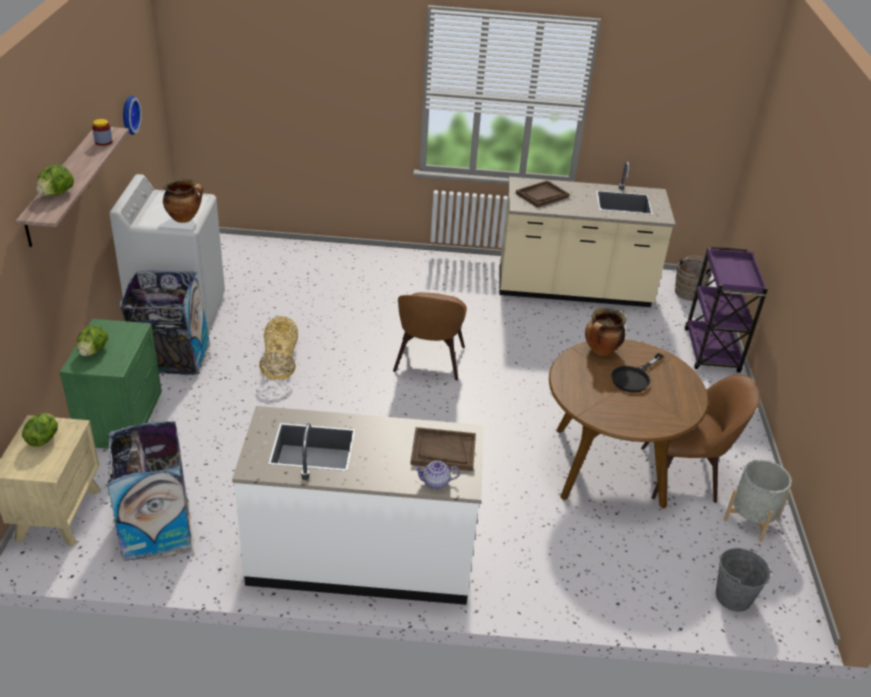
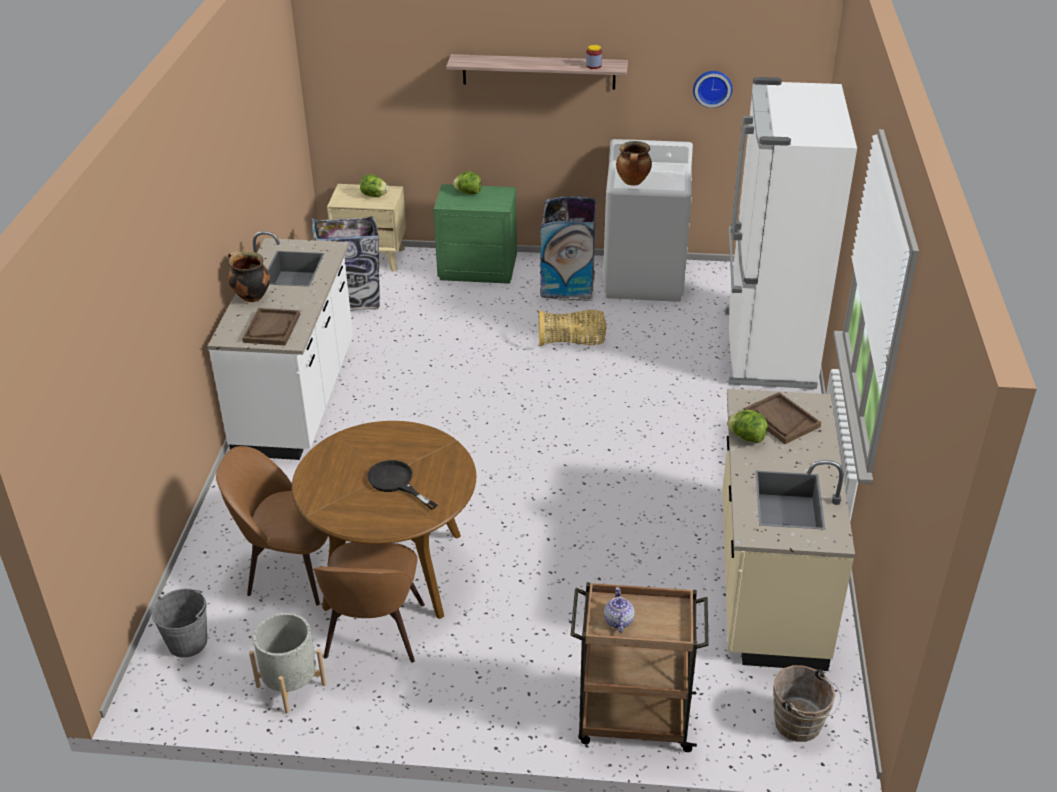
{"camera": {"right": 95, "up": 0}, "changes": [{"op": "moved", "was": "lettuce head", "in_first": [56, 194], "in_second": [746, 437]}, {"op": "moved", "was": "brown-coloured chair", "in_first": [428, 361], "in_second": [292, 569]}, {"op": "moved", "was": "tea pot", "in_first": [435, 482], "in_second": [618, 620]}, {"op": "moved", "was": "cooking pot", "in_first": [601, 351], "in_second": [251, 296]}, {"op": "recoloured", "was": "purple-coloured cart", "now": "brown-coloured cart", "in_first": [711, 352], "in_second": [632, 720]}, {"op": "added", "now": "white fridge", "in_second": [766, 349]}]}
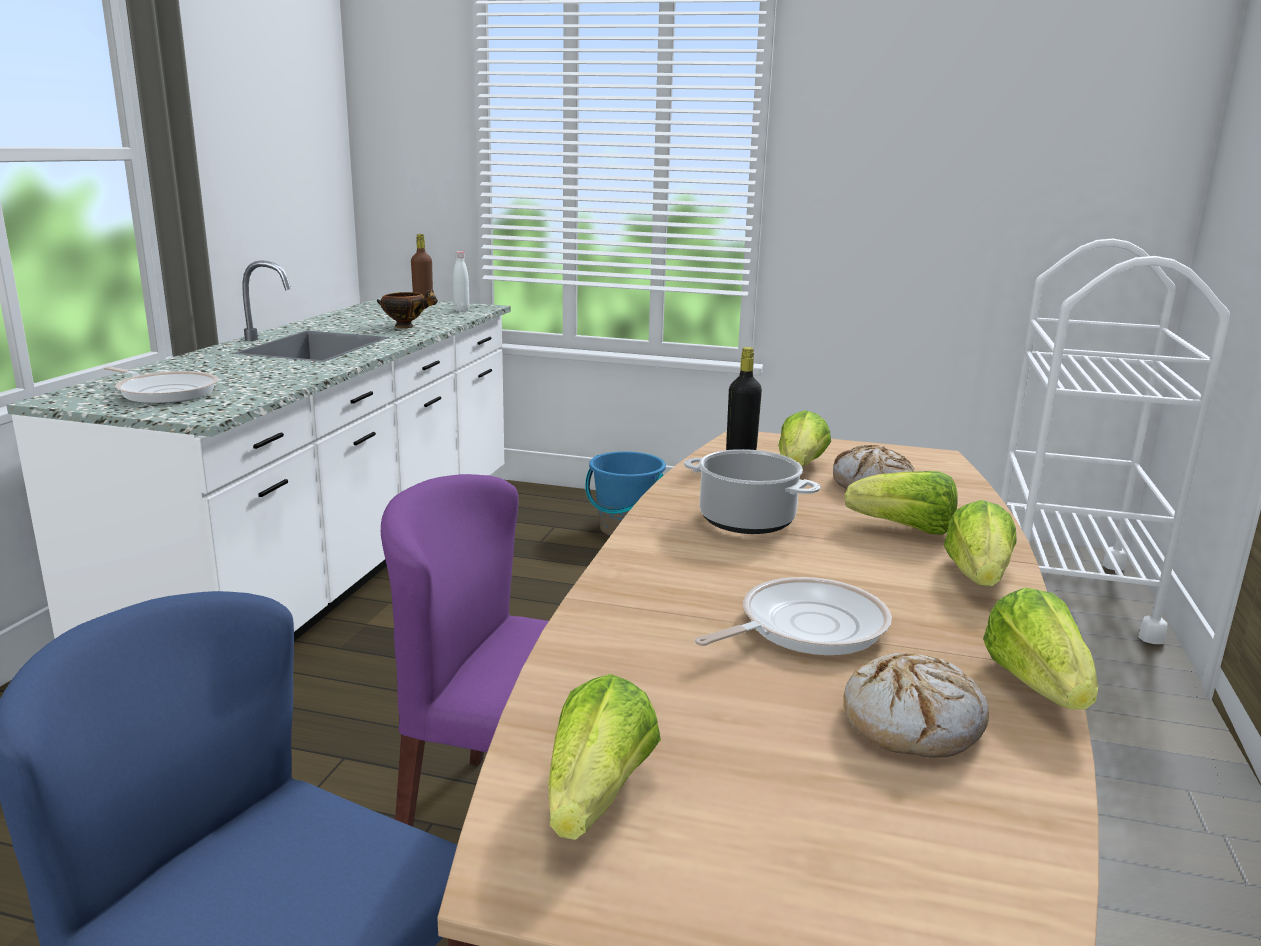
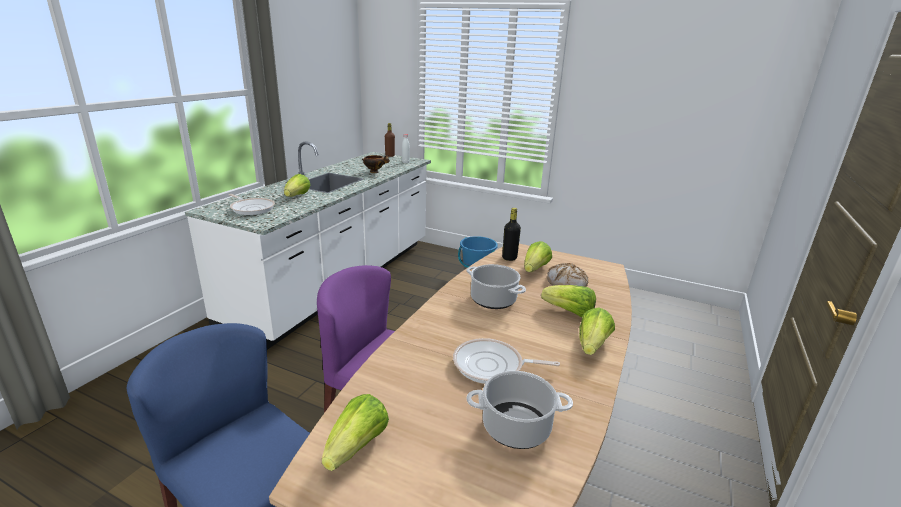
{"camera": {"right": 10, "up": 5}, "changes": [{"op": "turned", "was": "frying pan", "in_first": [805, 627], "in_second": [492, 366], "clockwise": -150}, {"op": "replaced", "was": "bread", "now": "cooking pot", "in_first": [913, 723], "in_second": [517, 427]}, {"op": "moved", "was": "lettuce head", "in_first": [1037, 685], "in_second": [297, 196]}, {"op": "removed", "was": "white cart", "in_first": [1066, 592]}]}
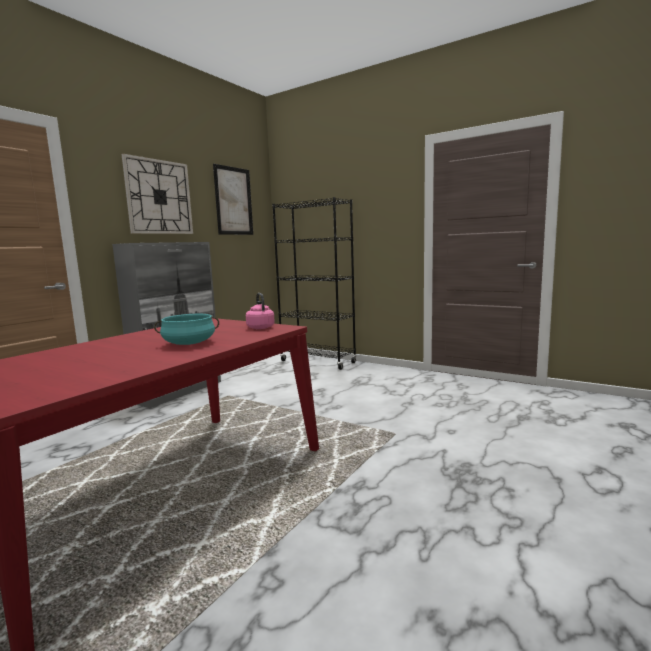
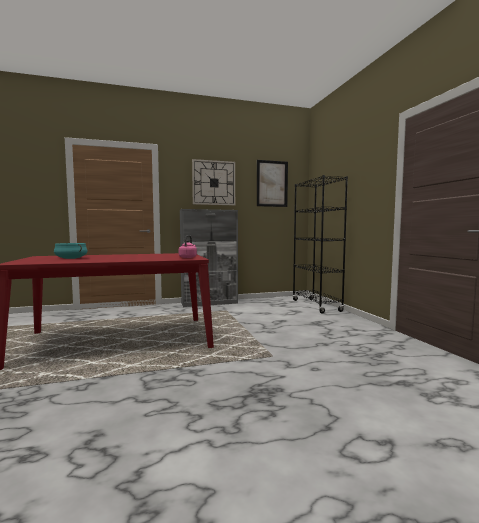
{"camera": {"right": 40, "up": -5}, "changes": [{"op": "moved", "was": "turquoise-coloured cooking pot", "in_first": [189, 343], "in_second": [71, 258]}]}
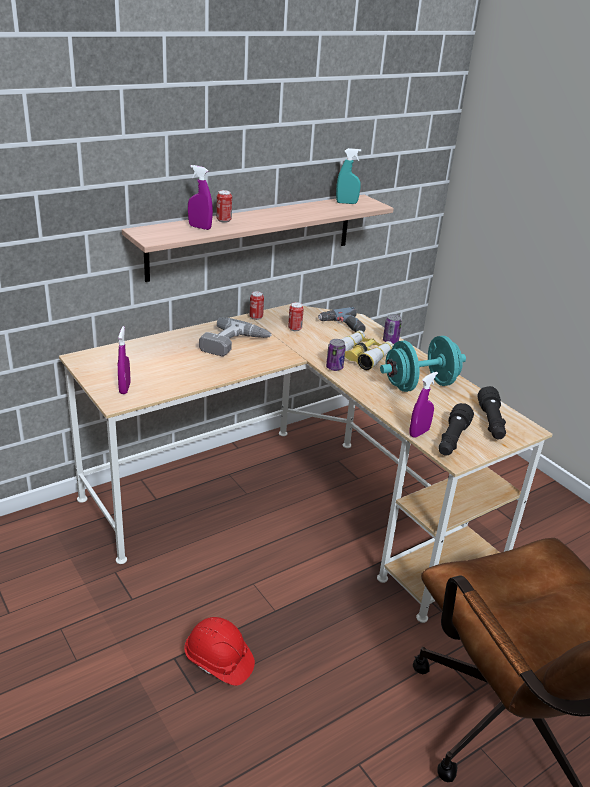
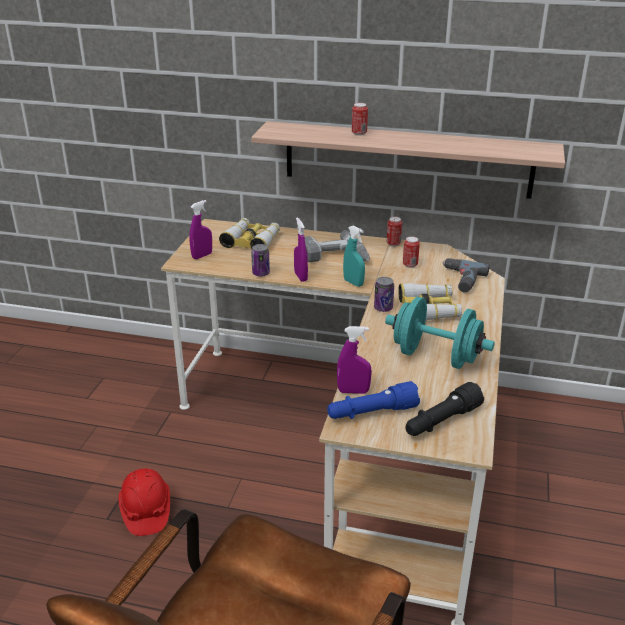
{"camera": {"right": 50, "up": 0}, "changes": [{"op": "moved", "was": "purple-coloured sprayer", "in_first": [200, 227], "in_second": [300, 277]}, {"op": "moved", "was": "turquoise-coloured sprayer", "in_first": [346, 203], "in_second": [353, 283]}, {"op": "moved", "was": "metal can", "in_first": [390, 341], "in_second": [261, 273]}, {"op": "recoloured", "was": "black torch", "now": "blue torch", "in_first": [452, 440], "in_second": [371, 413]}, {"op": "added", "now": "field glasses", "in_second": [251, 241]}]}
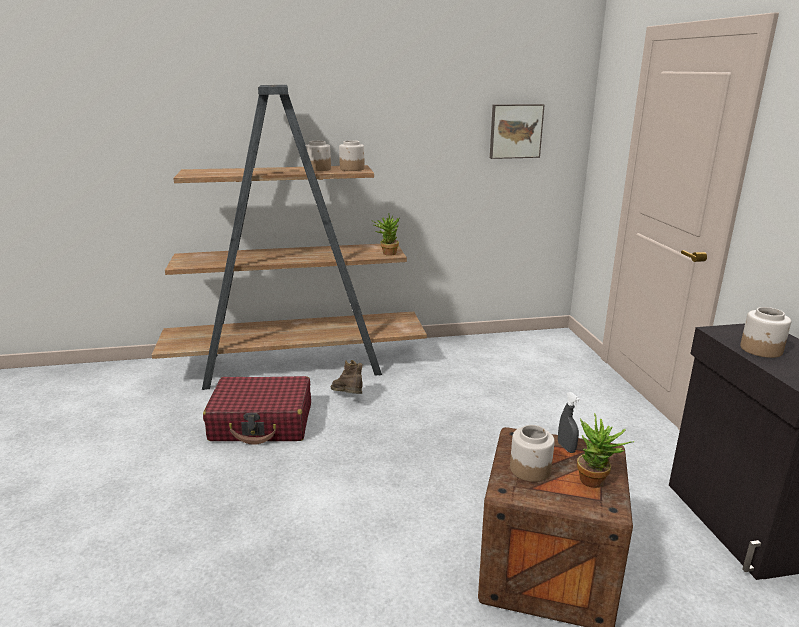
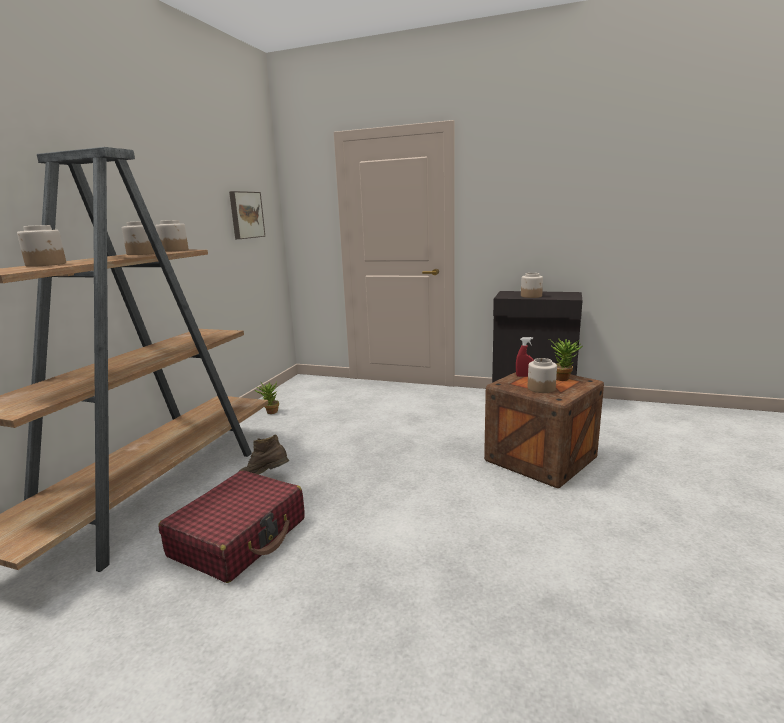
{"camera": {"right": -60, "up": -5}, "changes": [{"op": "moved", "was": "plant in a pot", "in_first": [387, 253], "in_second": [270, 412]}, {"op": "recoloured", "was": "gray sprayer", "now": "red-coloured sprayer", "in_first": [566, 447], "in_second": [524, 376]}, {"op": "added", "now": "storage jar", "in_second": [46, 264]}]}
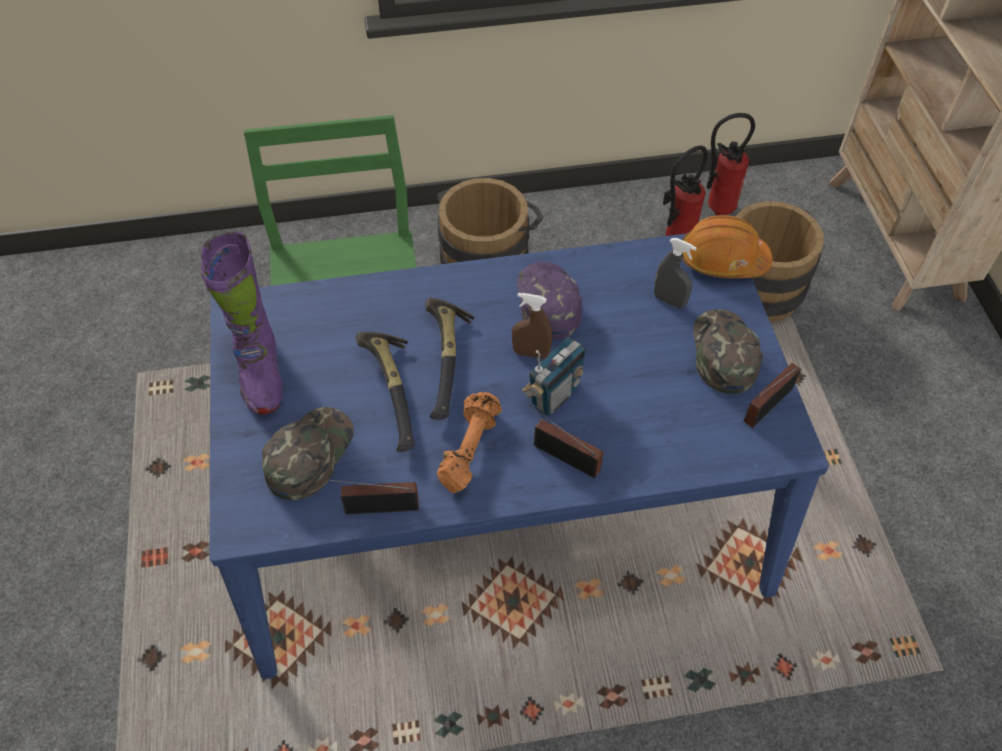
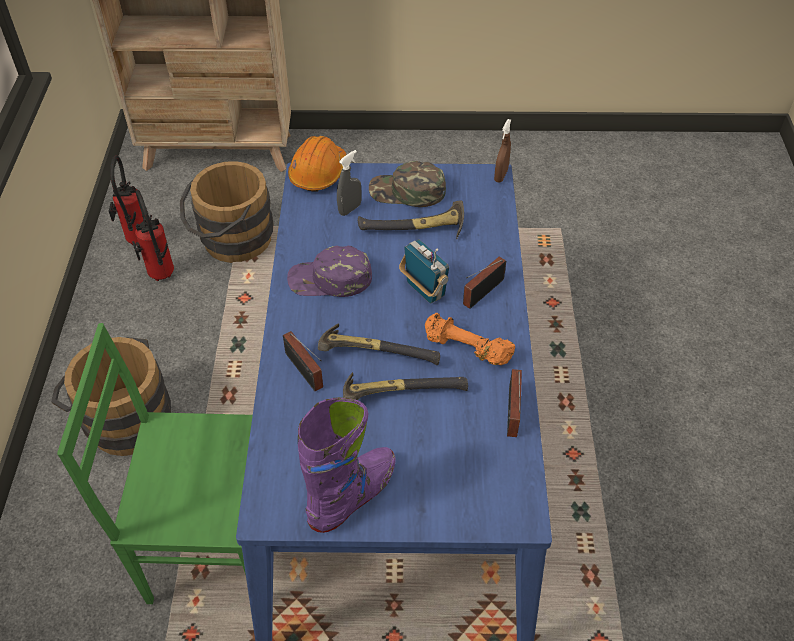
{"camera": {"right": -80, "up": -5}, "changes": [{"op": "turned", "was": "purple-coloured boot", "in_first": [260, 372], "in_second": [353, 495], "clockwise": -45}, {"op": "removed", "was": "green baseball cap", "in_first": [308, 454]}, {"op": "moved", "was": "brown-coloured sprayer", "in_first": [531, 353], "in_second": [501, 175]}, {"op": "moved", "was": "radio set", "in_first": [765, 407], "in_second": [305, 373]}, {"op": "added", "now": "tool hammer", "in_second": [415, 231]}]}
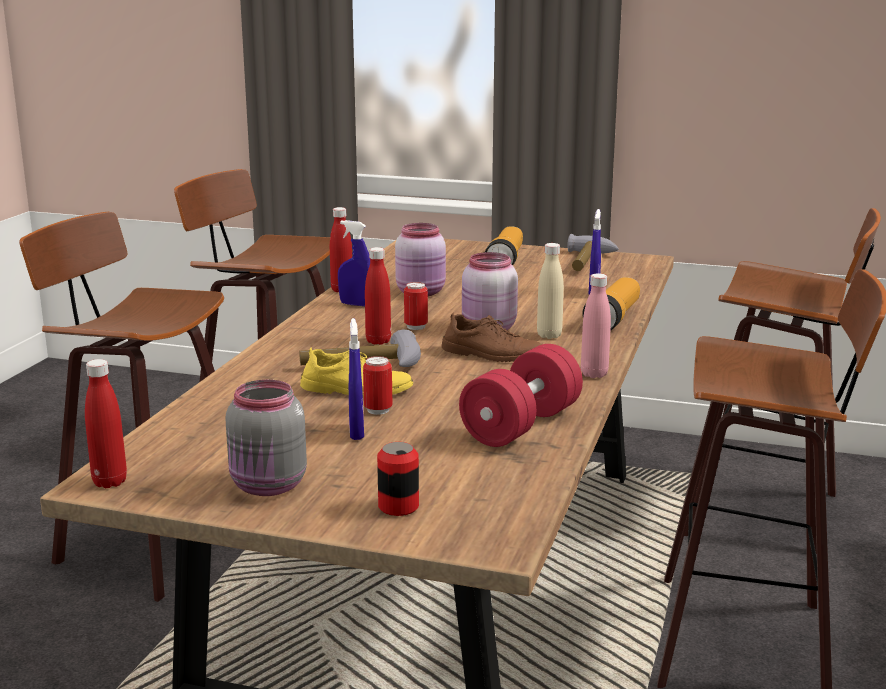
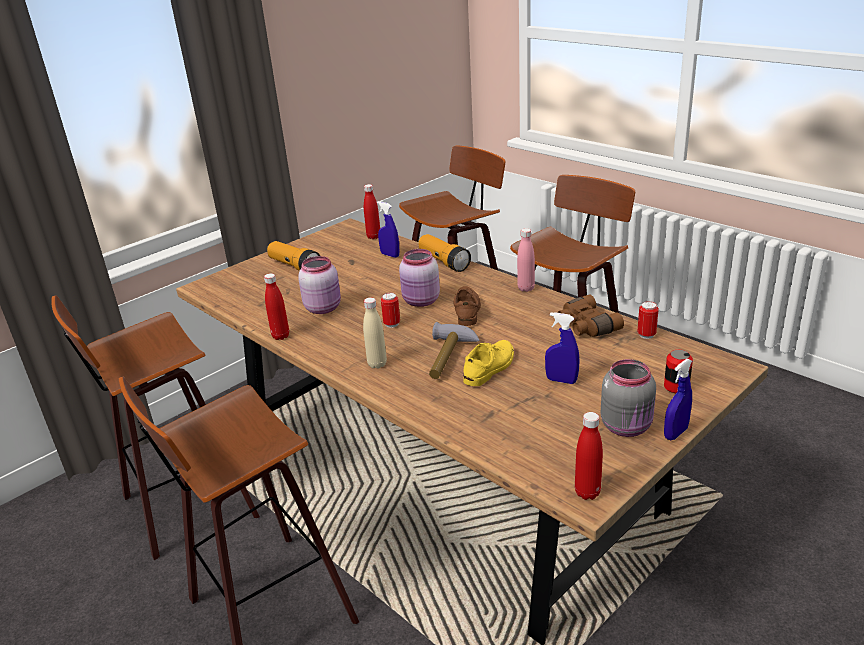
{"camera": {"right": -60, "up": 10}, "changes": [{"op": "moved", "was": "blue sprayer", "in_first": [356, 304], "in_second": [675, 433]}, {"op": "moved", "was": "metal can", "in_first": [378, 410], "in_second": [646, 335]}, {"op": "moved", "was": "red-coloured drink bottle", "in_first": [378, 341], "in_second": [373, 236]}, {"op": "turned", "was": "brown-coloured item of footwear", "in_first": [491, 354], "in_second": [467, 310], "clockwise": -45}, {"op": "replaced", "was": "red-coloured dumbbell", "now": "brown-coloured field glasses", "in_first": [521, 425], "in_second": [585, 326]}, {"op": "moved", "was": "beige-coloured drink bottle", "in_first": [549, 335], "in_second": [377, 364]}, {"op": "removed", "was": "tool hammer", "in_first": [587, 262]}]}
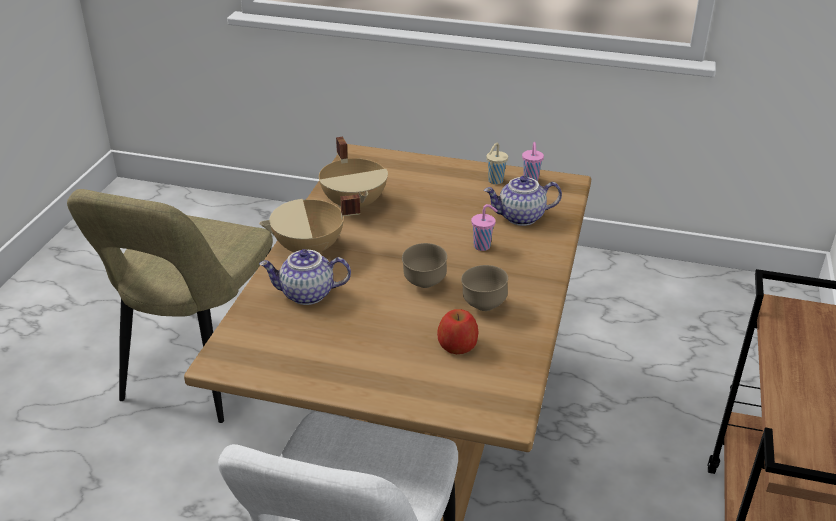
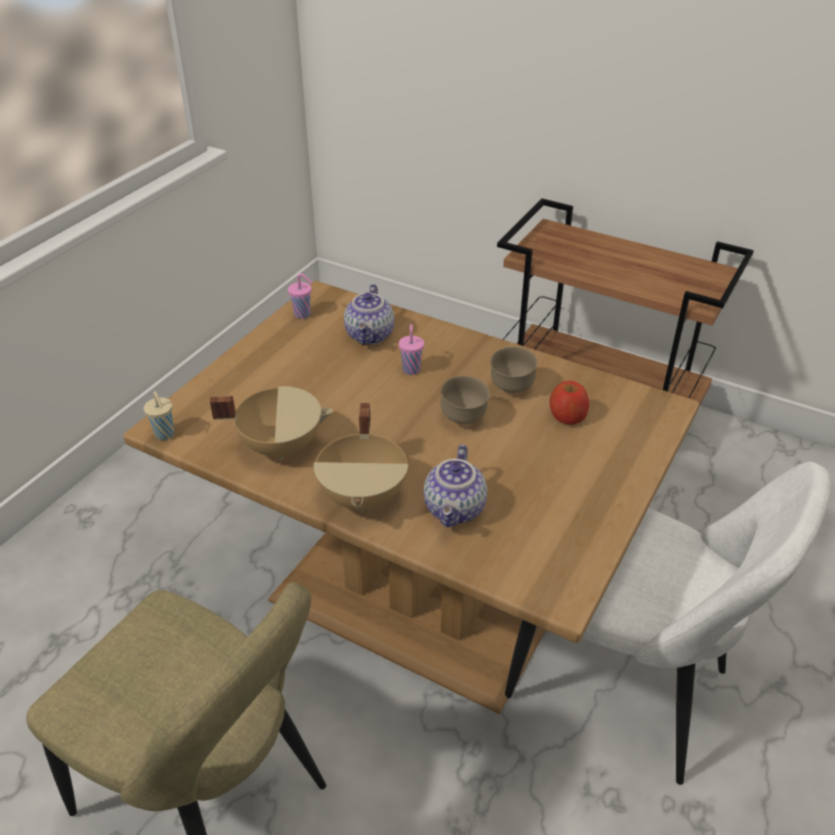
{"camera": {"right": -75, "up": 5}, "changes": [{"op": "moved", "was": "beige-coloured small cup", "in_first": [495, 181], "in_second": [165, 435]}]}
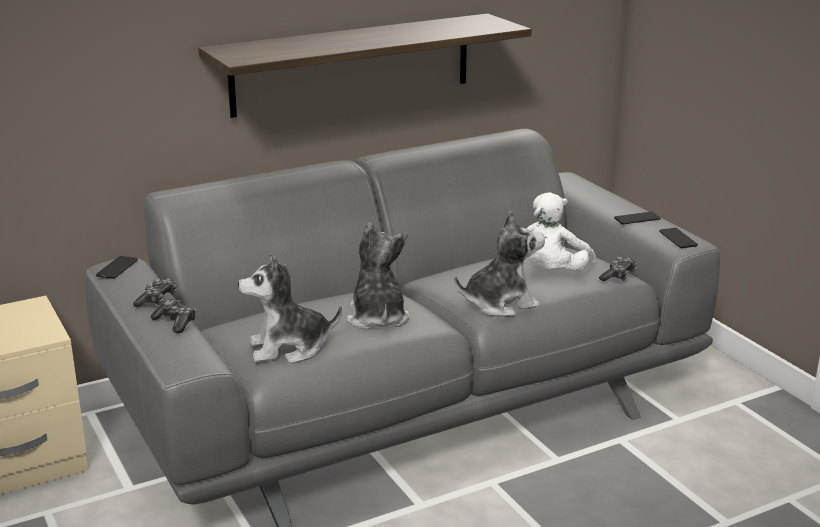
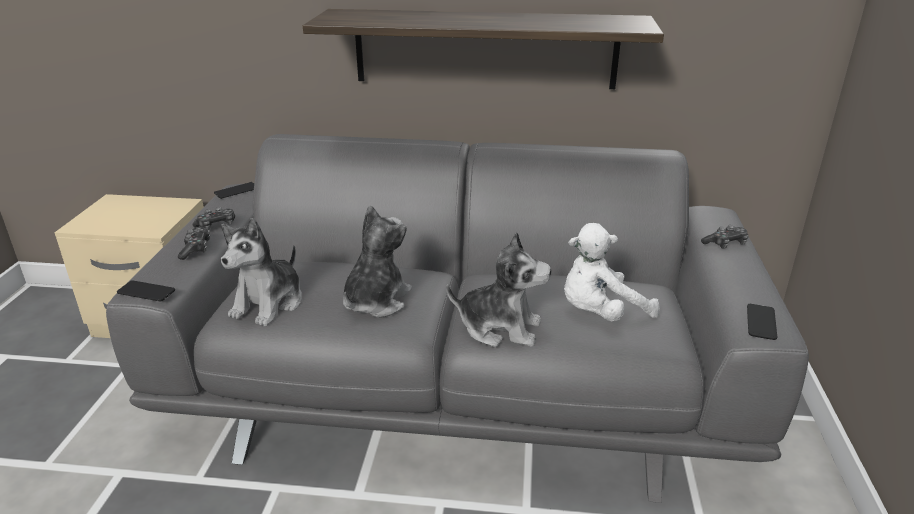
{"camera": {"right": 35, "up": 5}, "changes": [{"op": "turned", "was": "cuddly toy", "in_first": [289, 348], "in_second": [269, 304], "clockwise": -90}, {"op": "moved", "was": "game controller", "in_first": [618, 276], "in_second": [725, 244]}, {"op": "moved", "was": "handset", "in_first": [637, 219], "in_second": [146, 292]}]}
